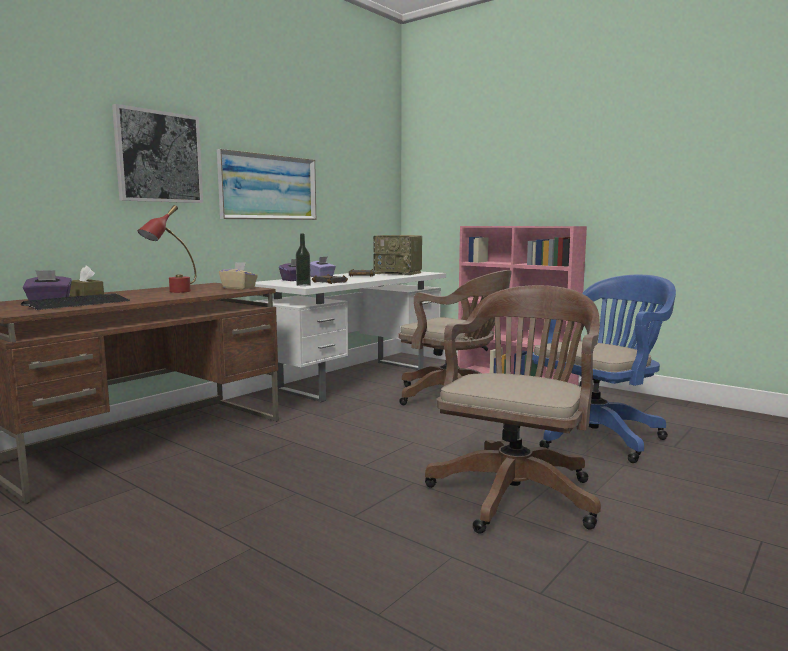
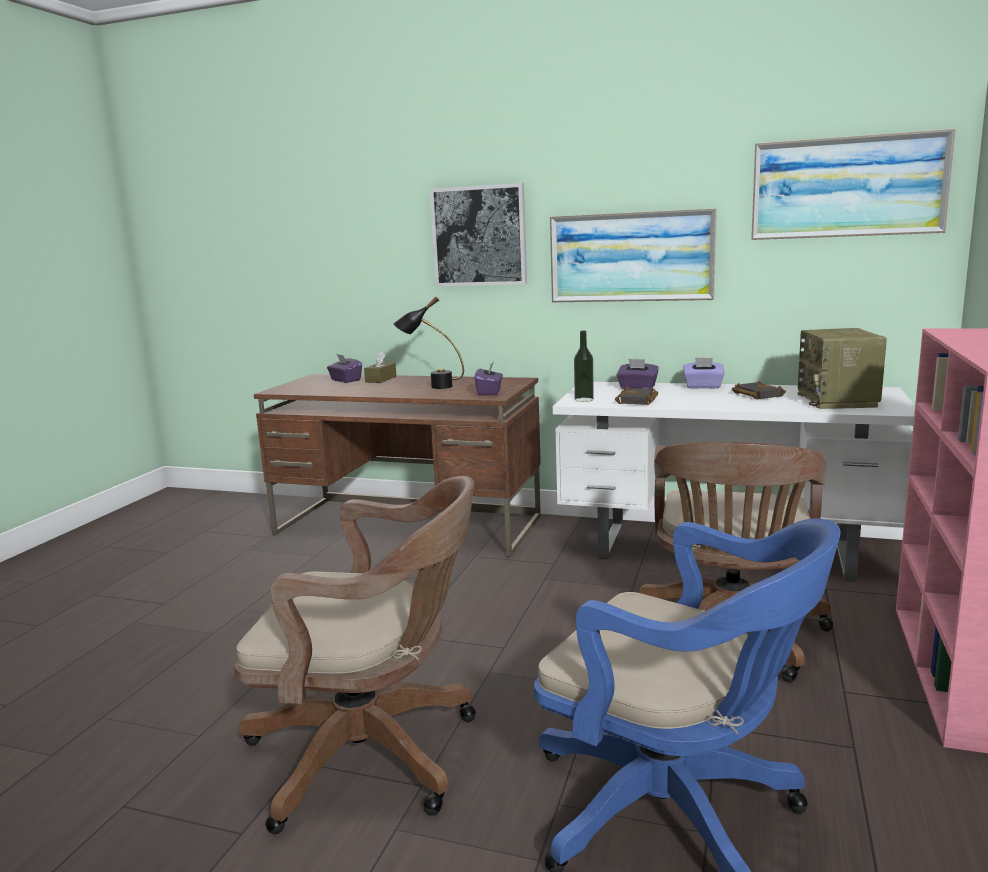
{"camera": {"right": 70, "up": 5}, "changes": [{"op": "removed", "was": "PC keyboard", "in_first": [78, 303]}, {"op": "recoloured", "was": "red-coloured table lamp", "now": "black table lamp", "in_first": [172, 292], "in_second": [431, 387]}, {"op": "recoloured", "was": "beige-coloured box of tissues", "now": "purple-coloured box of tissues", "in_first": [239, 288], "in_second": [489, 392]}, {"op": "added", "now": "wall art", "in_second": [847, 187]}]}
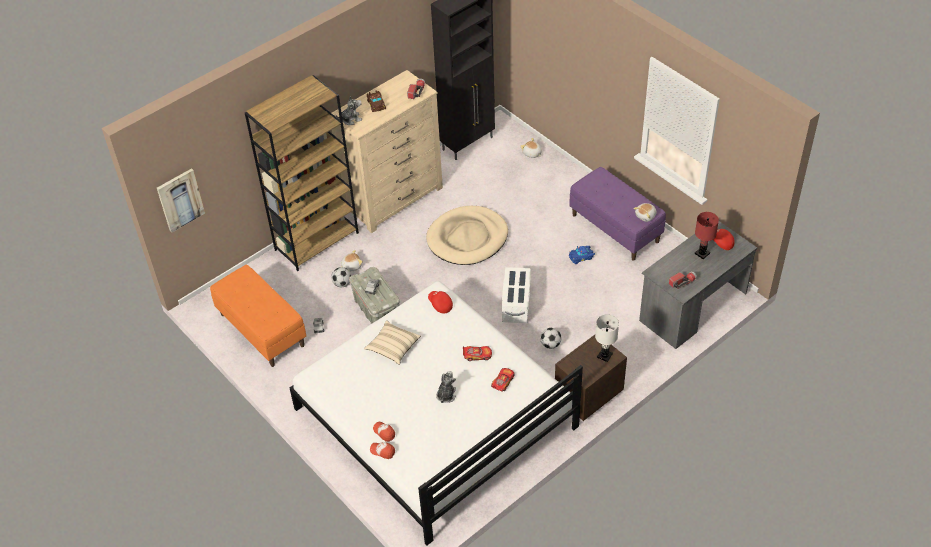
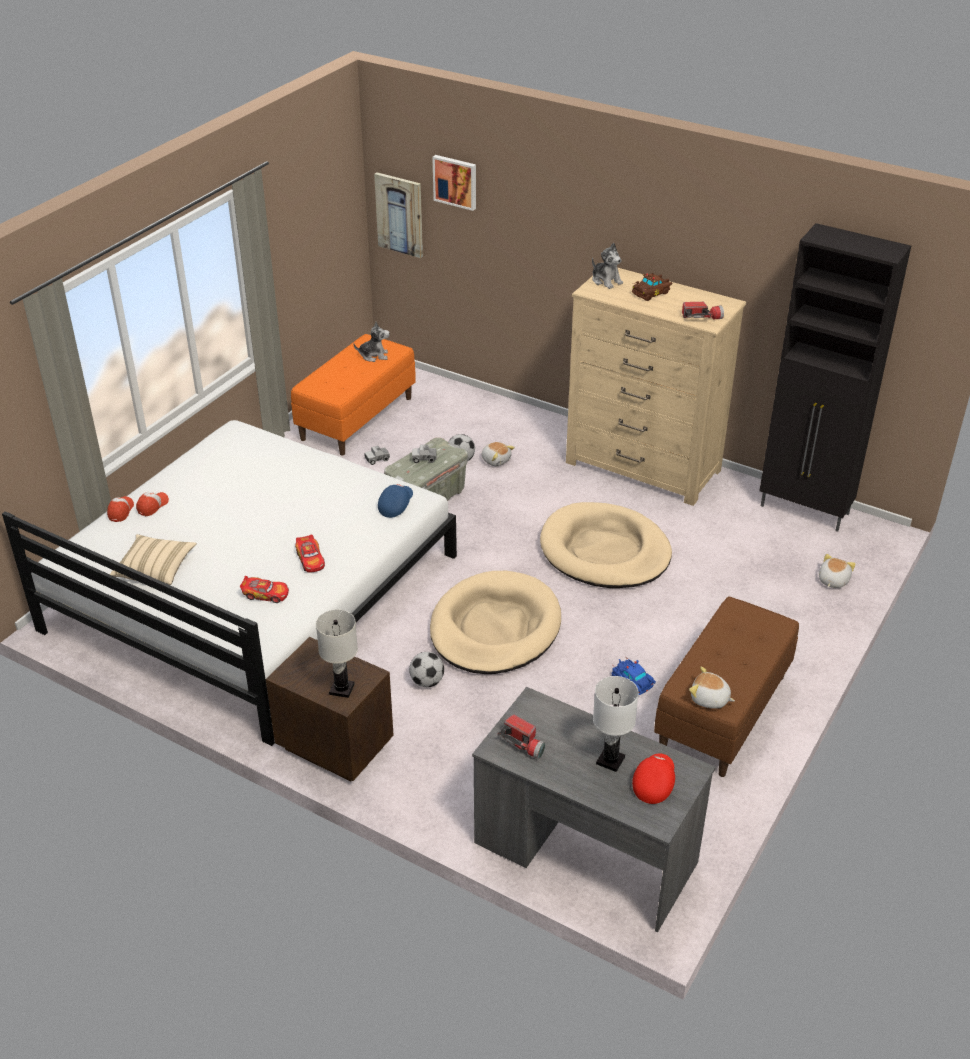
{"camera": {"right": 70, "up": -10}, "changes": [{"op": "removed", "was": "brown-coloured bookshelf", "in_first": [317, 241]}, {"op": "moved", "was": "beige-coloured pillow", "in_first": [393, 347], "in_second": [155, 569]}, {"op": "recoloured", "was": "red-coloured baseball cap", "now": "blue baseball cap", "in_first": [440, 305], "in_second": [395, 506]}, {"op": "moved", "was": "cuddly toy", "in_first": [446, 395], "in_second": [374, 356]}, {"op": "replaced", "was": "white storage bin", "now": "beige-coloured dog cushion", "in_first": [516, 304], "in_second": [495, 628]}, {"op": "recoloured", "was": "purple-coloured indoor bench", "now": "brown-coloured indoor bench", "in_first": [615, 228], "in_second": [723, 713]}, {"op": "recoloured", "was": "red-coloured table lamp", "now": "white table lamp", "in_first": [702, 253], "in_second": [611, 760]}, {"op": "added", "now": "wall art", "in_second": [455, 181]}]}
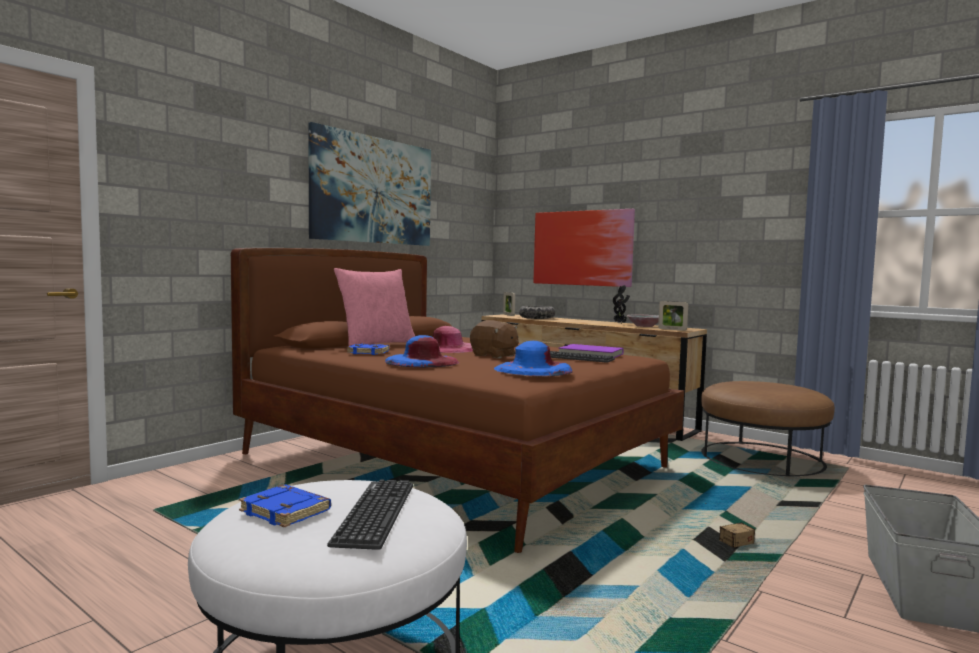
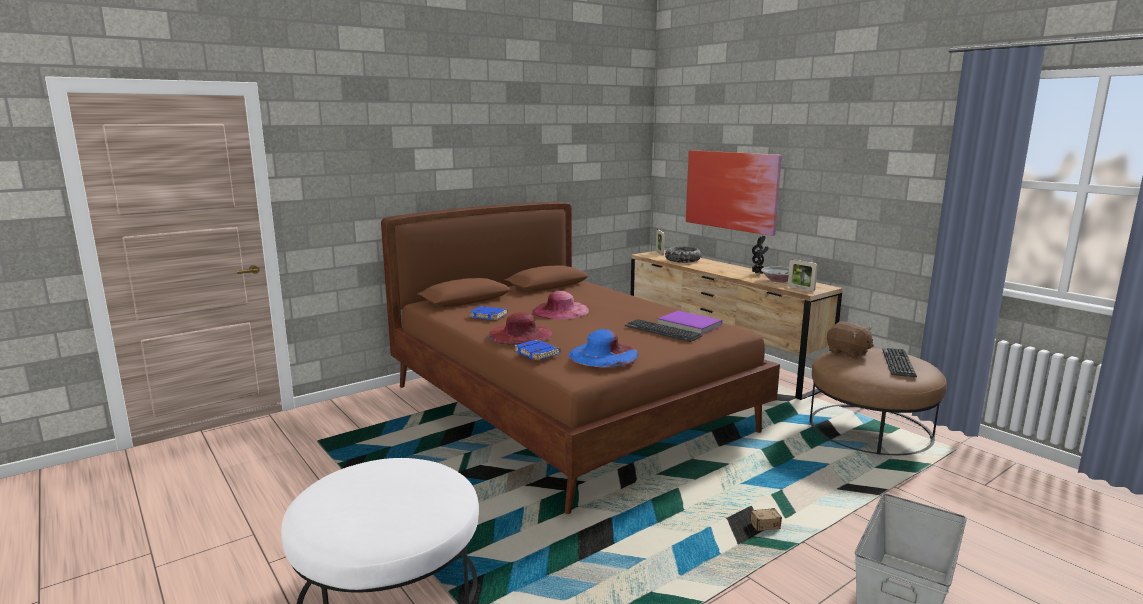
{"camera": {"right": 15, "up": 10}, "changes": [{"op": "moved", "was": "blue bound book", "in_first": [287, 511], "in_second": [538, 353]}, {"op": "removed", "was": "wall art", "in_first": [373, 190]}, {"op": "moved", "was": "PC keyboard", "in_first": [375, 513], "in_second": [898, 363]}, {"op": "removed", "was": "pink-coloured pillow", "in_first": [376, 344]}, {"op": "recoloured", "was": "blue wearable hat", "now": "red-coloured wearable hat", "in_first": [422, 361], "in_second": [520, 335]}, {"op": "moved", "was": "brown-coloured cuddly toy", "in_first": [494, 356], "in_second": [848, 353]}]}
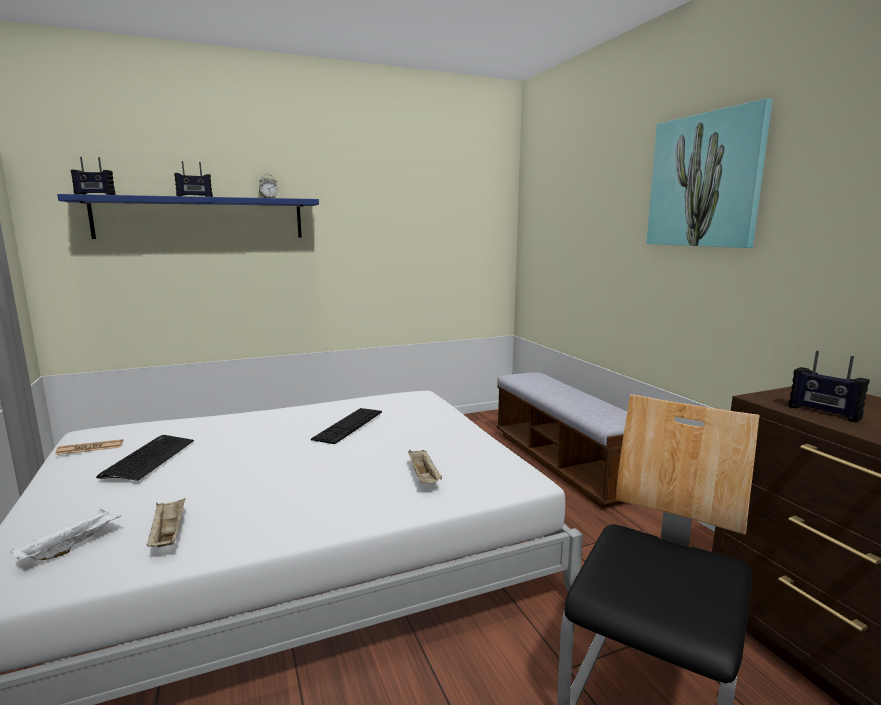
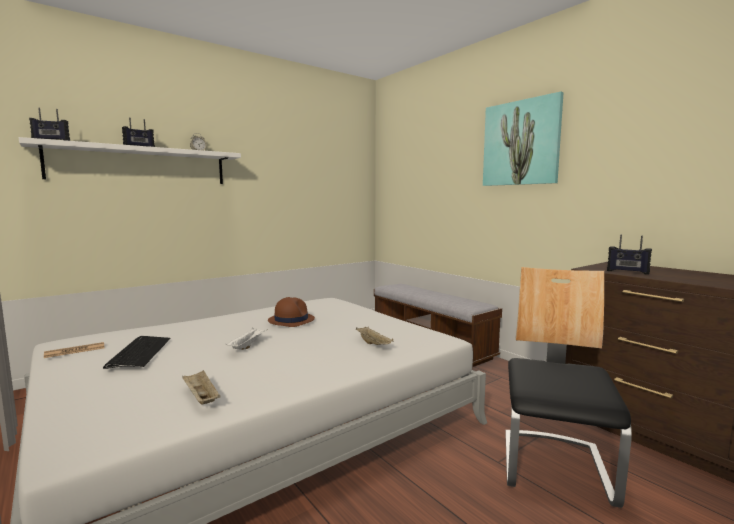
{"camera": {"right": -15, "up": -5}, "changes": [{"op": "moved", "was": "white serving tray", "in_first": [71, 547], "in_second": [247, 346]}, {"op": "recoloured", "was": "blue wall shelf", "now": "white wall shelf", "in_first": [201, 218], "in_second": [141, 165]}, {"op": "replaced", "was": "PC keyboard", "now": "brown-coloured wearable hat", "in_first": [348, 425], "in_second": [291, 320]}]}
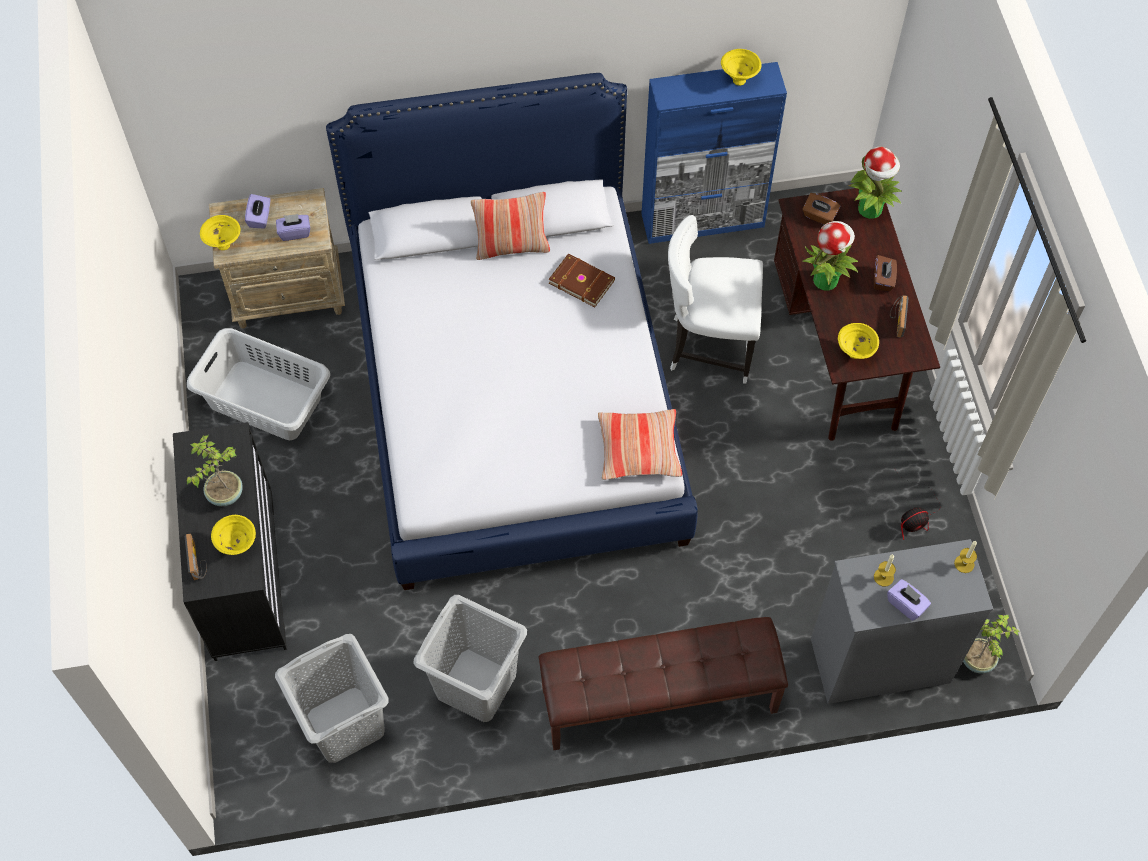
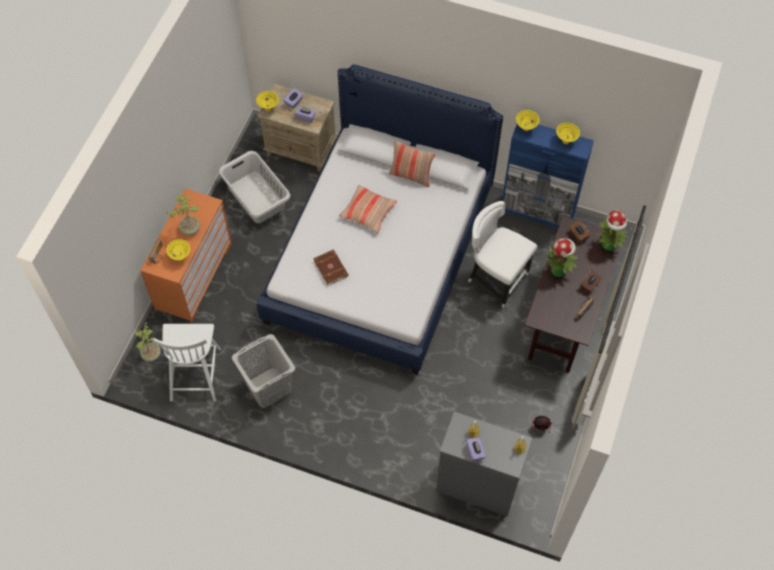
{"camera": {"right": 30, "up": 0}, "changes": [{"op": "recoloured", "was": "black dresser", "now": "orange-coloured dresser", "in_first": [242, 573], "in_second": [193, 276]}, {"op": "replaced", "was": "gray laundry basket", "now": "white chair", "in_first": [344, 725], "in_second": [195, 373]}, {"op": "removed", "was": "brown-coloured indoor bench", "in_first": [659, 700]}, {"op": "moved", "was": "brown-coloured bound book", "in_first": [581, 281], "in_second": [331, 267]}, {"op": "moved", "was": "pillow", "in_first": [639, 450], "in_second": [368, 212]}, {"op": "moved", "was": "yellowish deep dish", "in_first": [855, 354], "in_second": [526, 128]}, {"op": "moved", "was": "plant in a pot", "in_first": [977, 659], "in_second": [152, 355]}]}
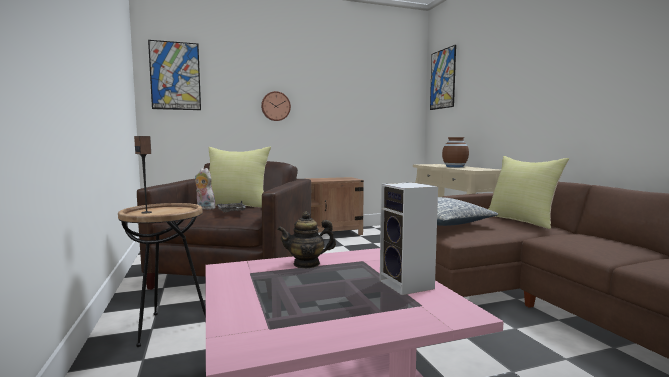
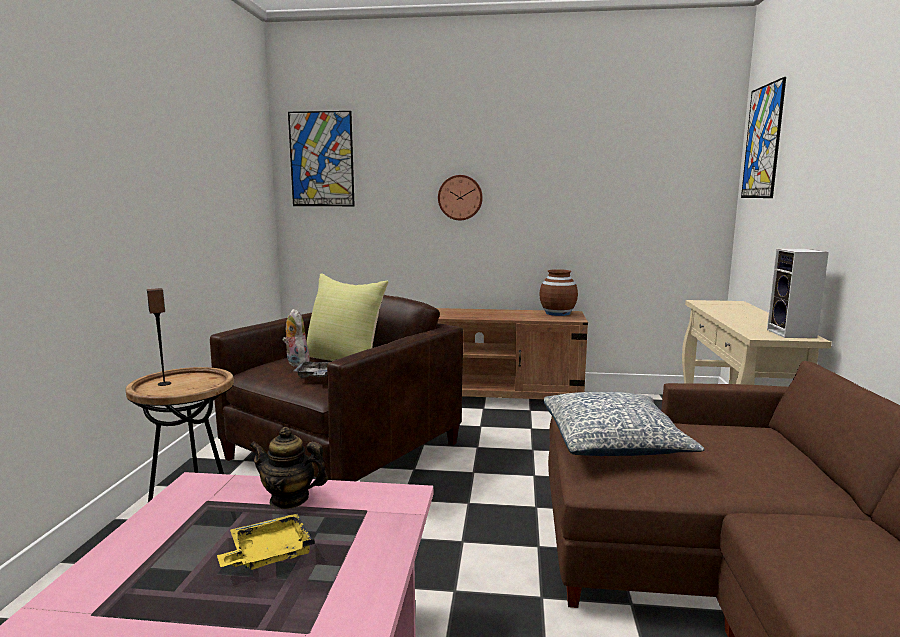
{"camera": {"right": 25, "up": 5}, "changes": [{"op": "moved", "was": "loudspeaker", "in_first": [408, 285], "in_second": [793, 334]}, {"op": "moved", "was": "brown-coloured decorative vase", "in_first": [455, 166], "in_second": [557, 313]}, {"op": "removed", "was": "yellowish pillow", "in_first": [522, 220]}, {"op": "added", "now": "yellowish serving tray", "in_second": [268, 554]}]}
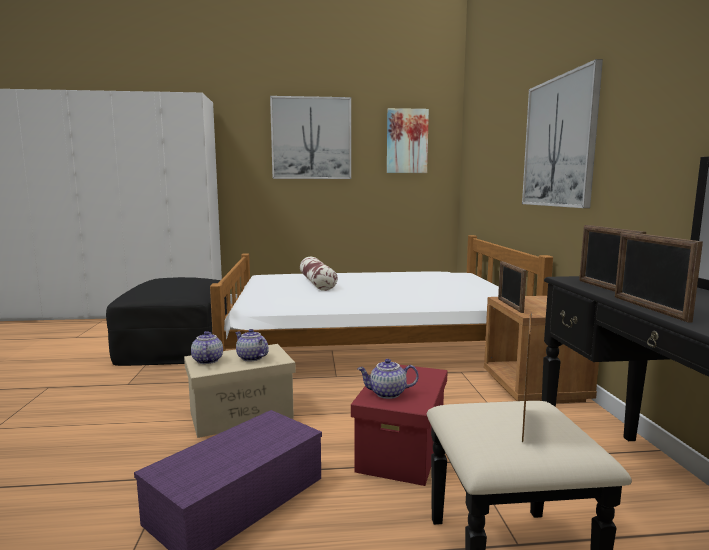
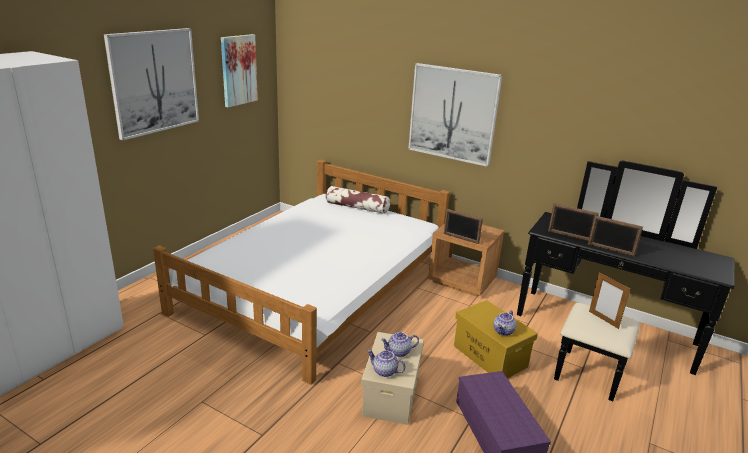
{"camera": {"right": -55, "up": 15}, "changes": [{"op": "removed", "was": "black ottoman", "in_first": [177, 345]}, {"op": "moved", "was": "pillow", "in_first": [317, 283], "in_second": [357, 207]}, {"op": "recoloured", "was": "red-coloured storage bin", "now": "yellowish storage bin", "in_first": [402, 450], "in_second": [490, 356]}]}
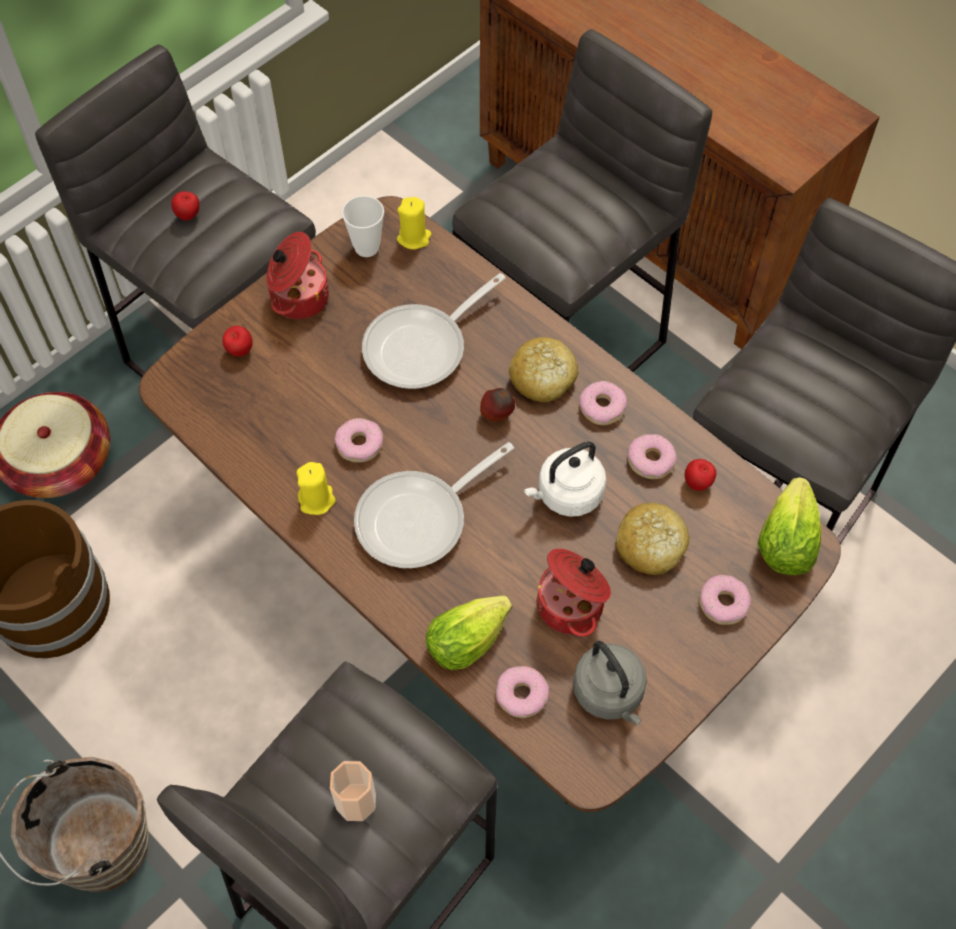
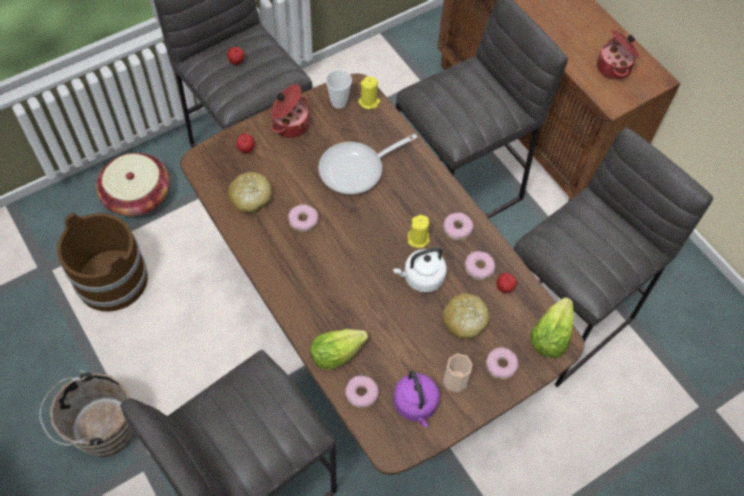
{"camera": {"right": 10, "up": 0}, "changes": [{"op": "moved", "was": "yellowish candle", "in_first": [317, 500], "in_second": [418, 239]}, {"op": "moved", "was": "small cup", "in_first": [356, 801], "in_second": [455, 381]}, {"op": "removed", "was": "frying pan", "in_first": [420, 519]}, {"op": "removed", "was": "apple fruit", "in_first": [497, 415]}, {"op": "moved", "was": "bread", "in_first": [542, 377], "in_second": [250, 197]}, {"op": "moved", "was": "cooking pot", "in_first": [572, 605], "in_second": [614, 67]}, {"op": "recoloured", "was": "gray water kettle", "now": "purple-coloured water kettle", "in_first": [610, 694], "in_second": [416, 405]}]}
